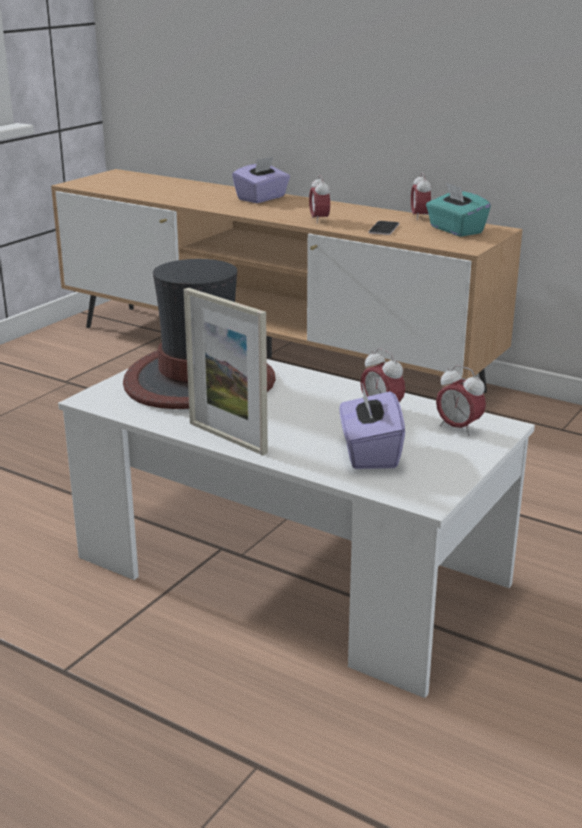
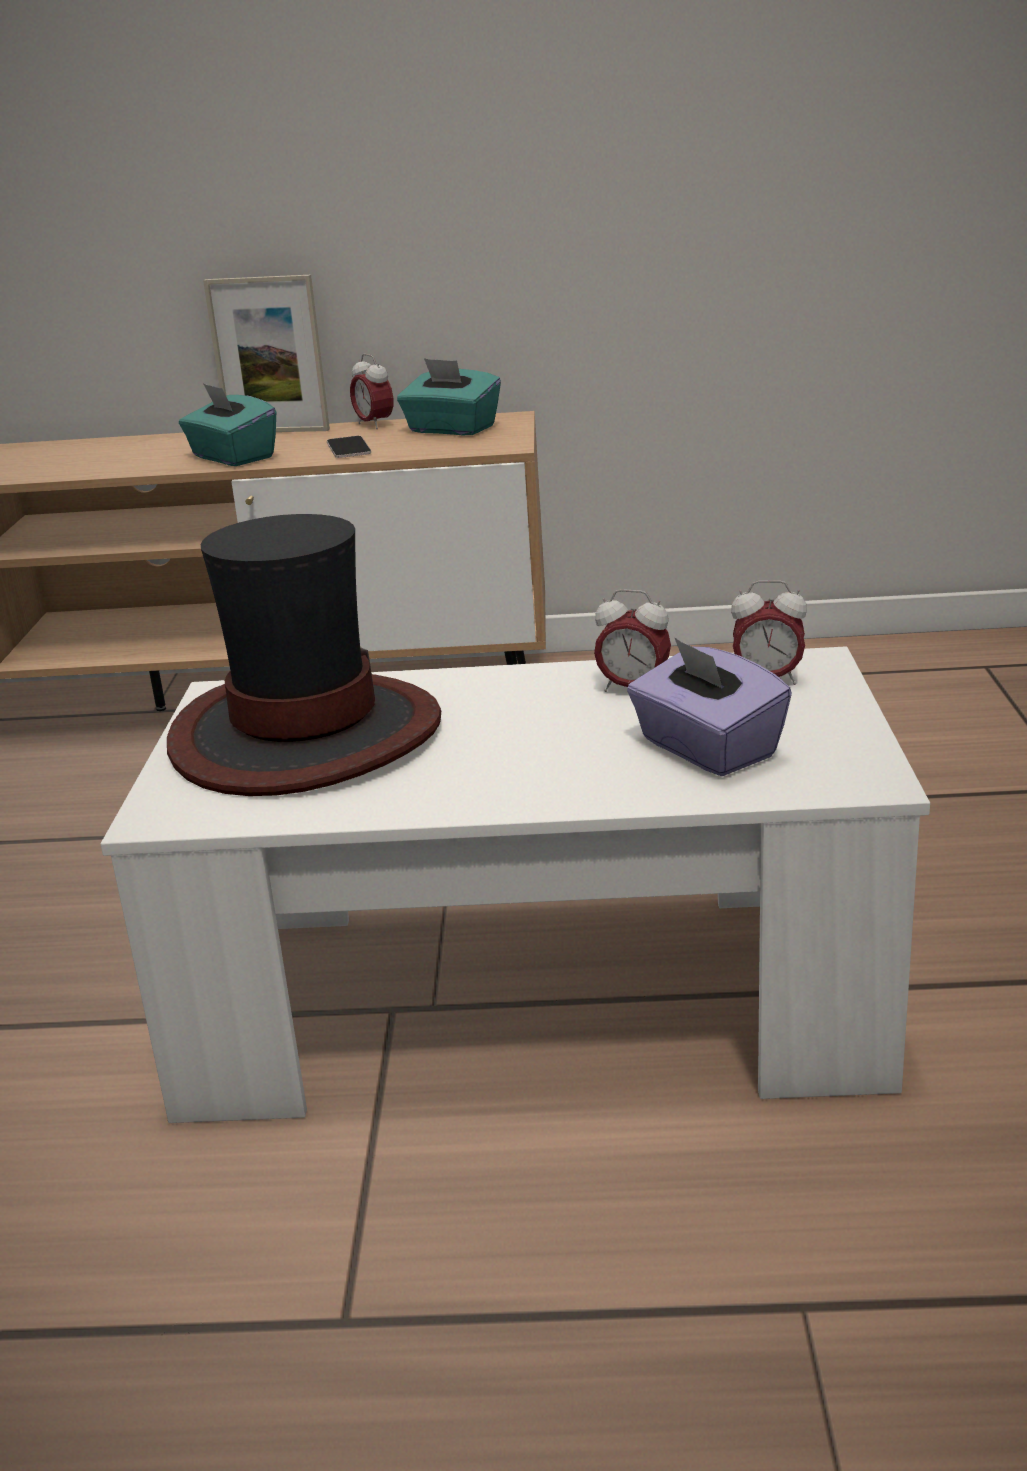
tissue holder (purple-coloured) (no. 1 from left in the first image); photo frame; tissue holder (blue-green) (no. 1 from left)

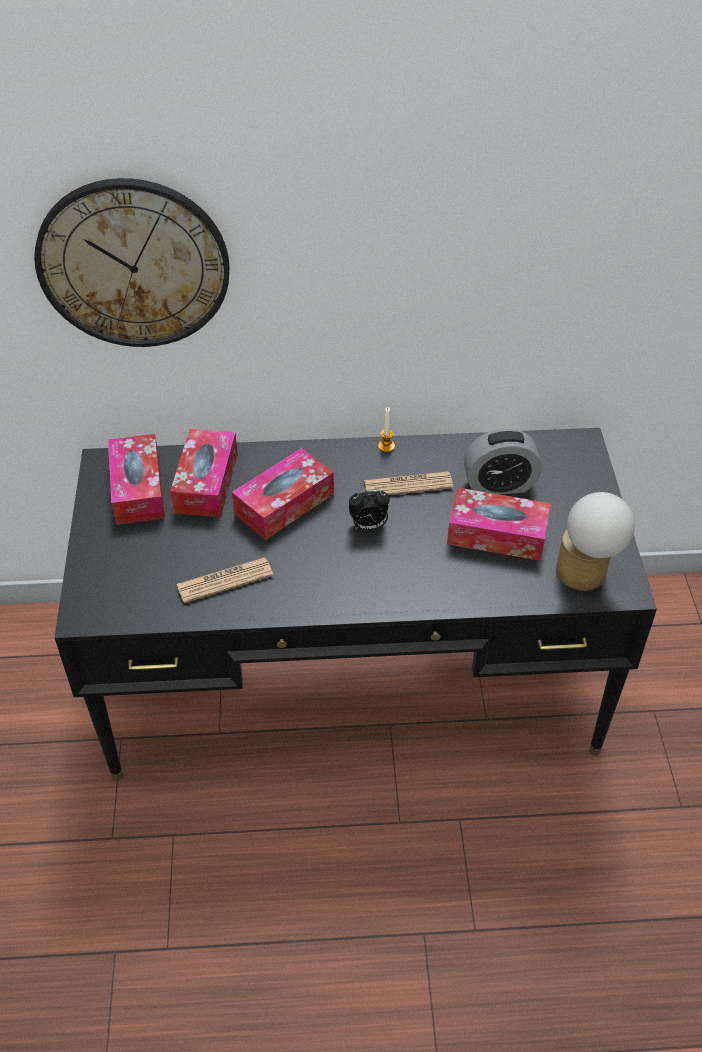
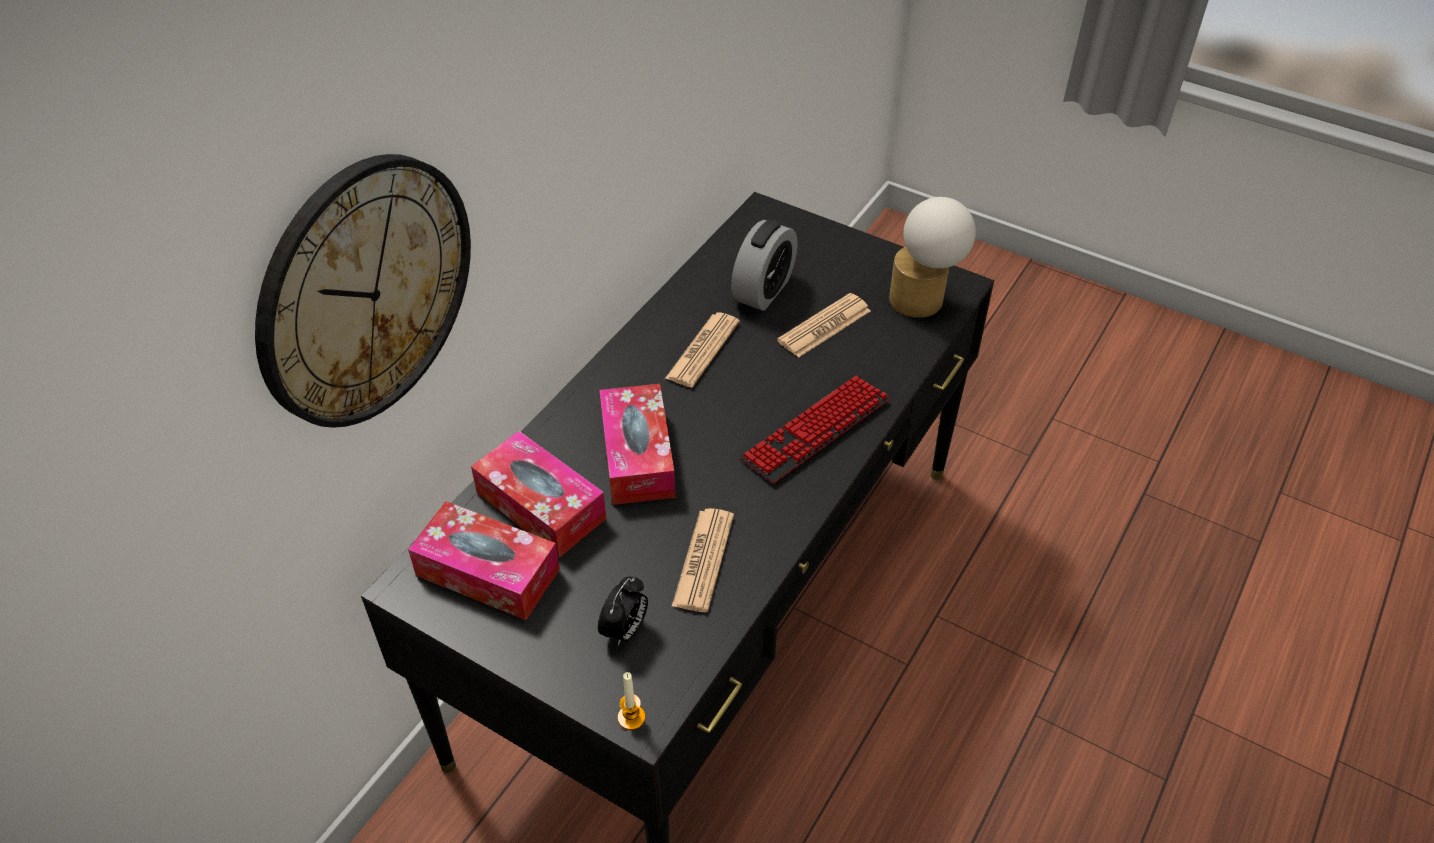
PC keyboard; alarm clock (no. 1 from left); wax candle; newspaper (no. 3 from left)

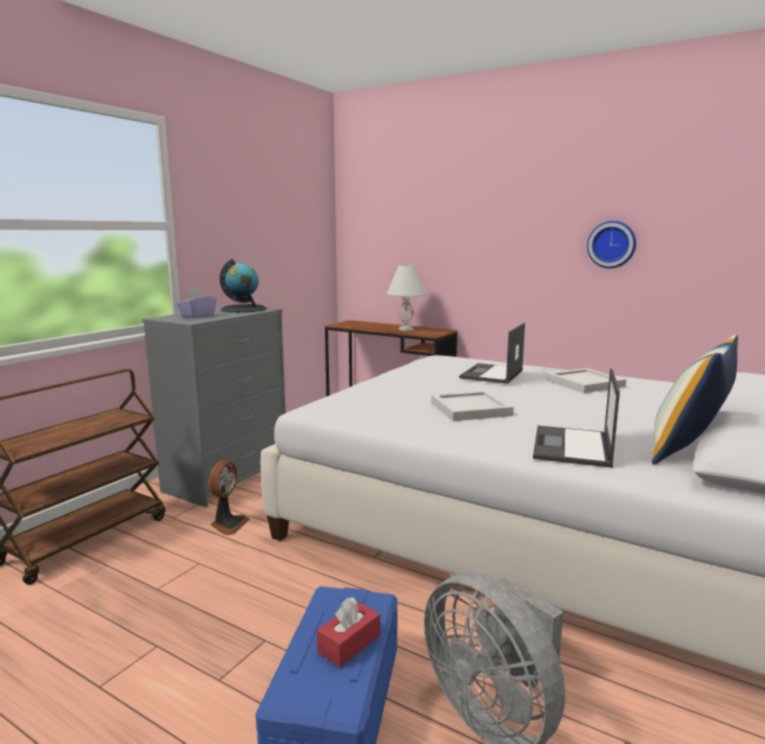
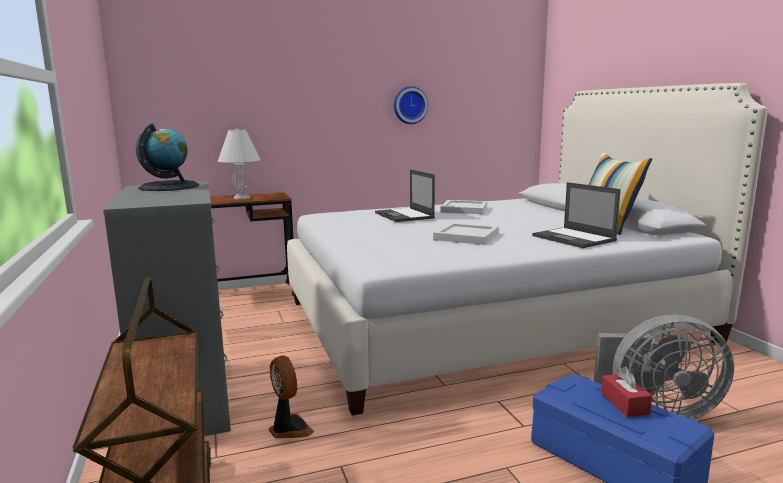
tissue holder (purple-coloured)

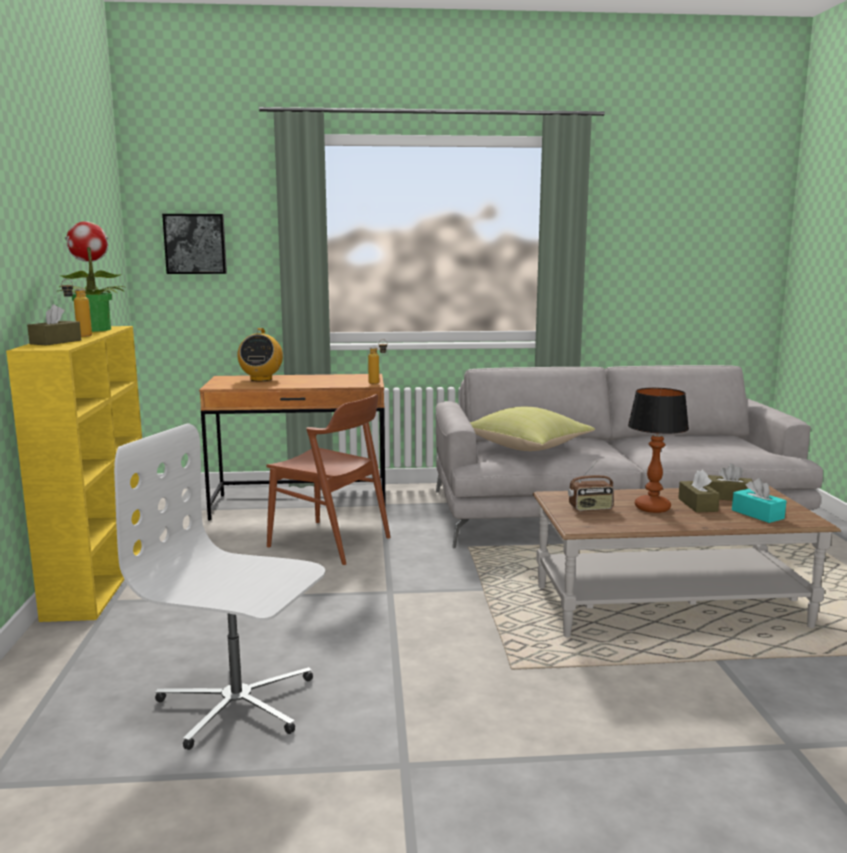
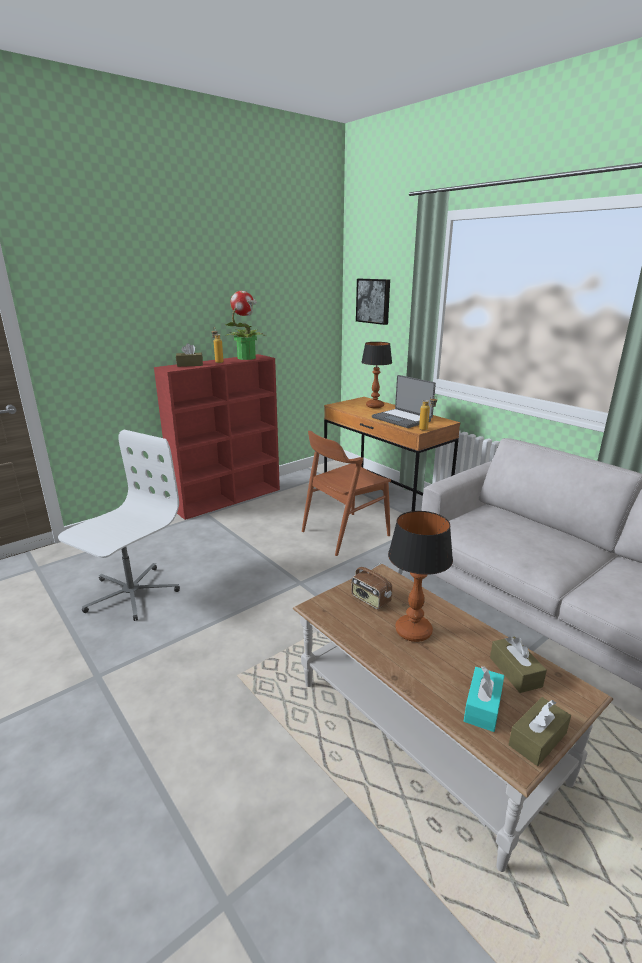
pillow (yellowish); laptop; tissue holder (brown-coloured) (no. 3 from left); table lamp (no. 1 from left); shelving unit (reddish); desk chair (white-coloured); upright chair (brown-coloured)

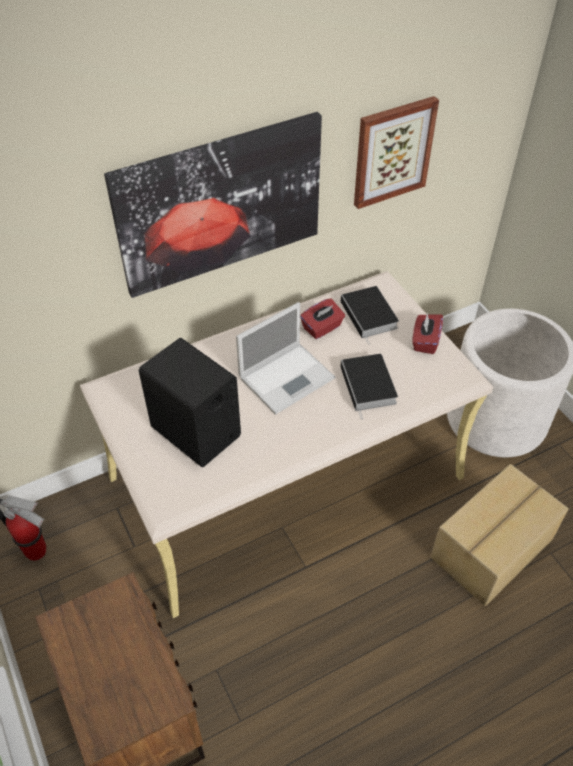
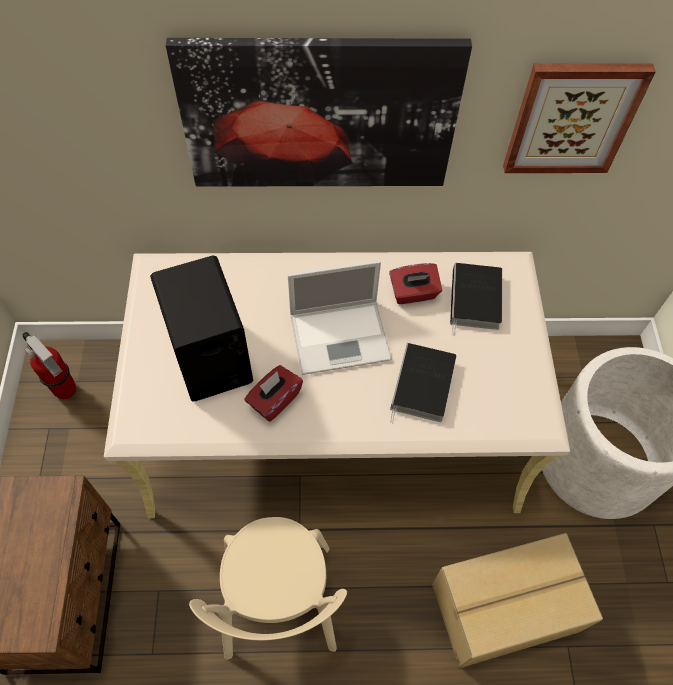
upright chair (beige-coloured); tissue holder (reddish) (no. 1 from left)

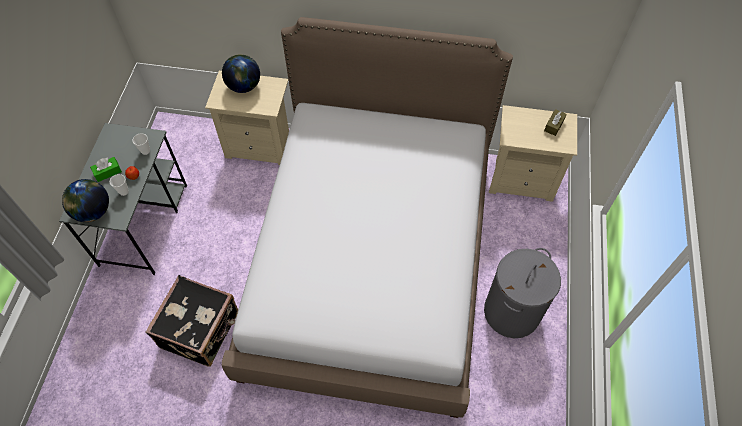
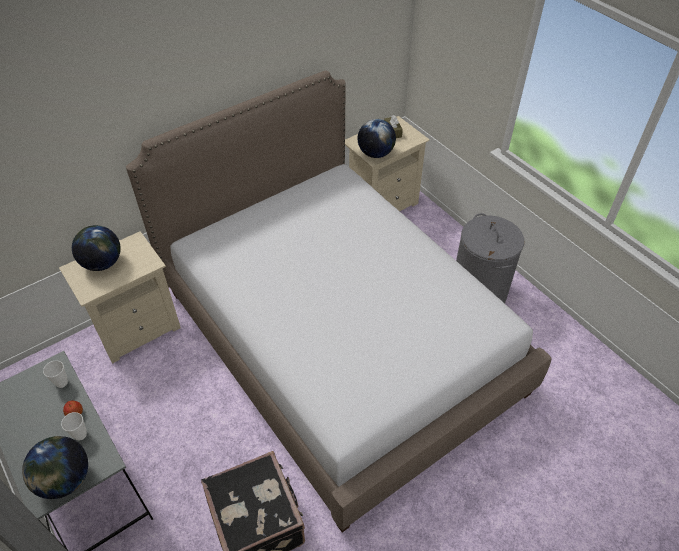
tissue holder (green); world globe (no. 3 from left)

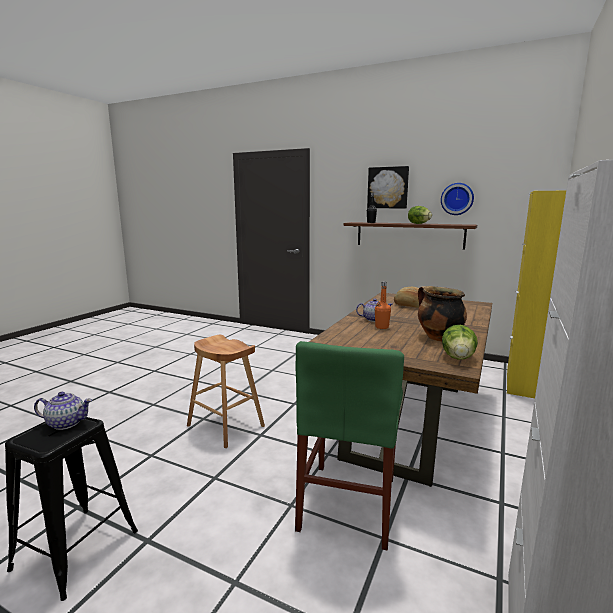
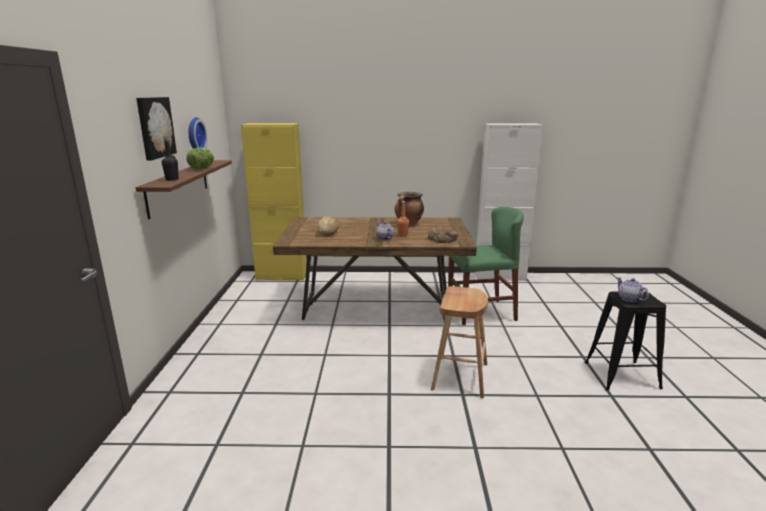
head of lettuce (no. 2 from left in the first image); baked bread (no. 2 from left)

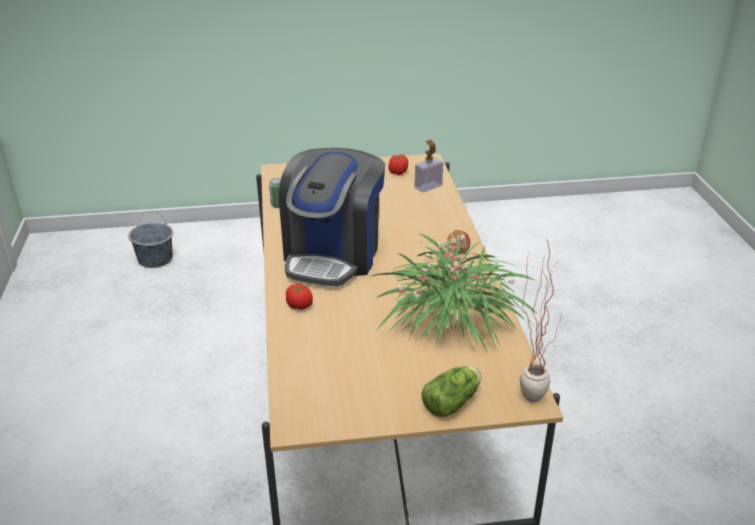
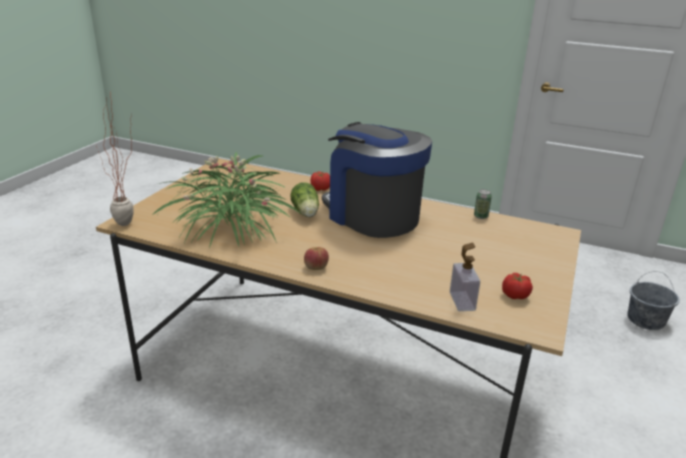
head of lettuce

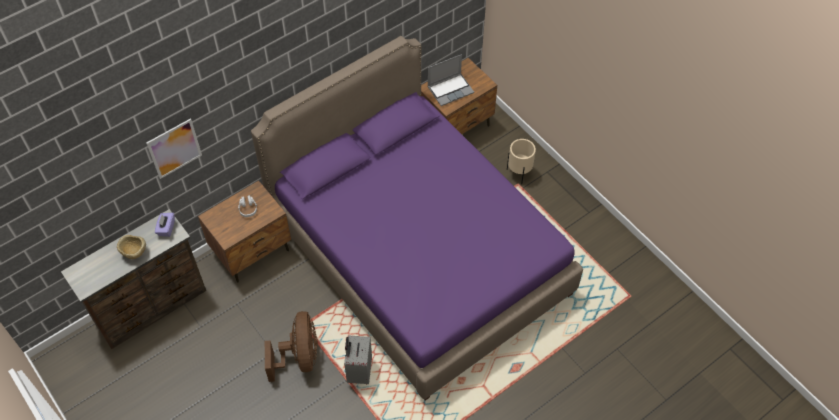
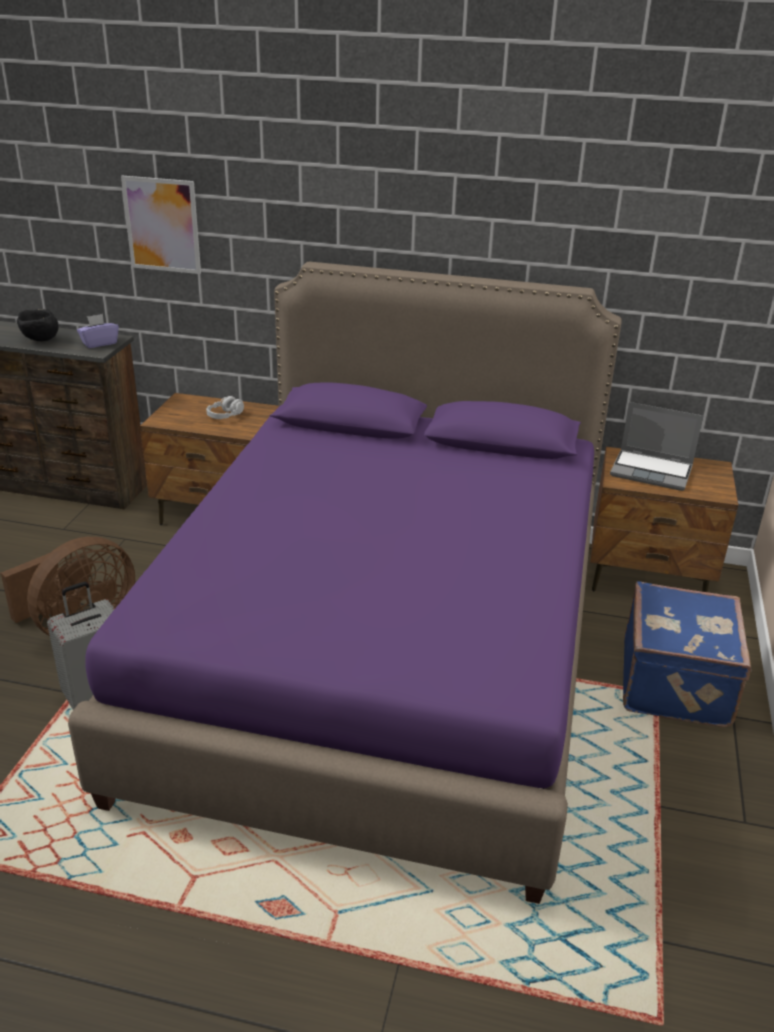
travel case (bluish); serving bowl (black-coloured)

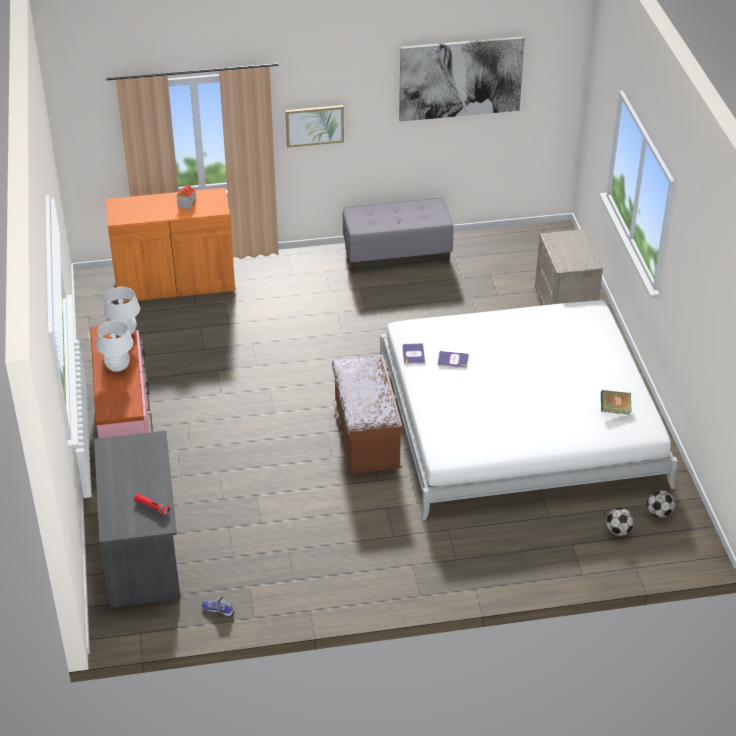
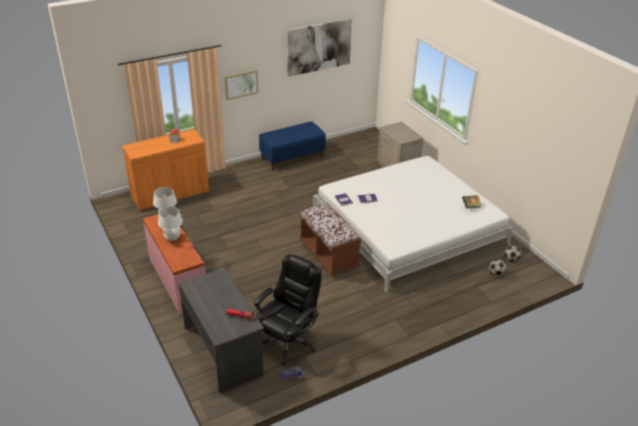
desk chair (black-coloured); long seat (bluish)

